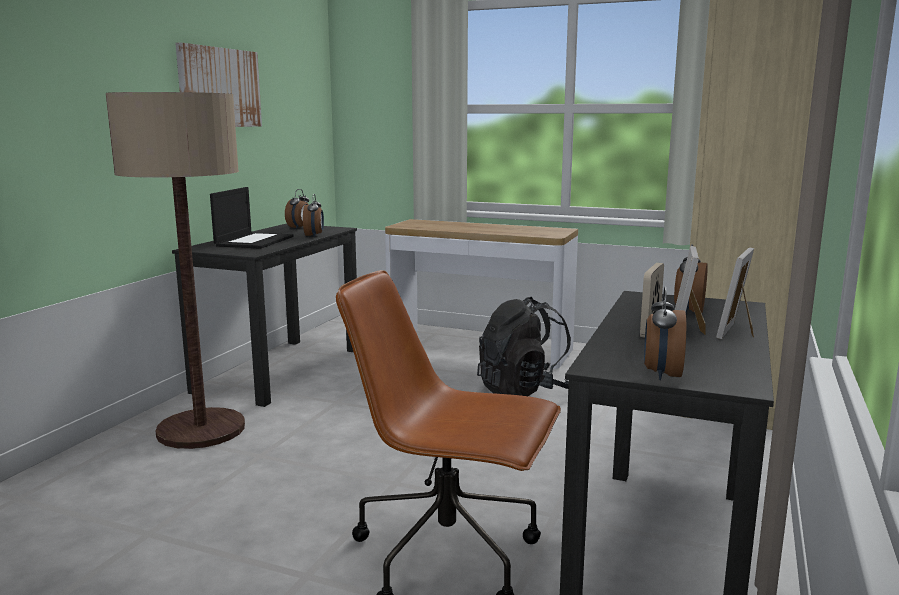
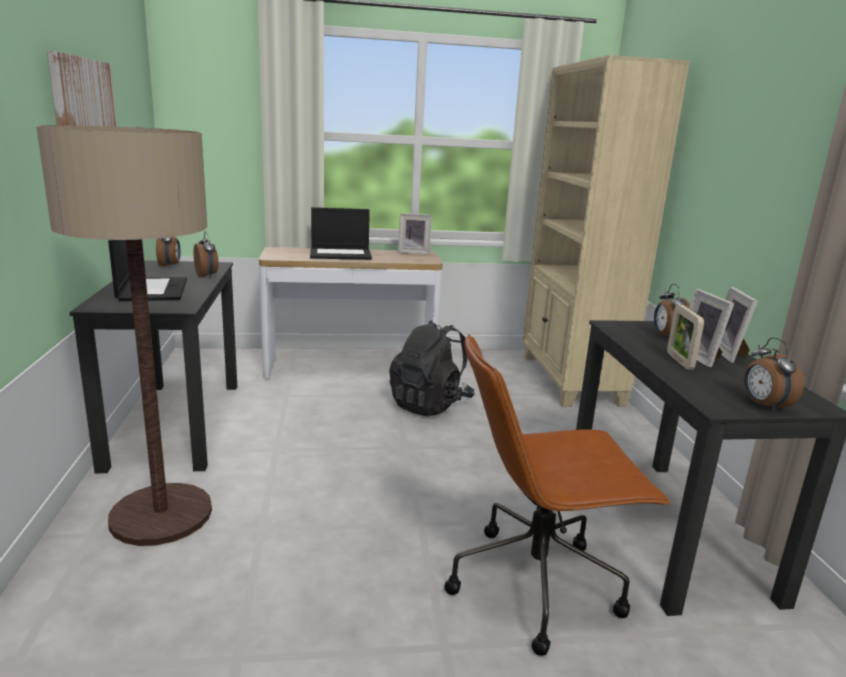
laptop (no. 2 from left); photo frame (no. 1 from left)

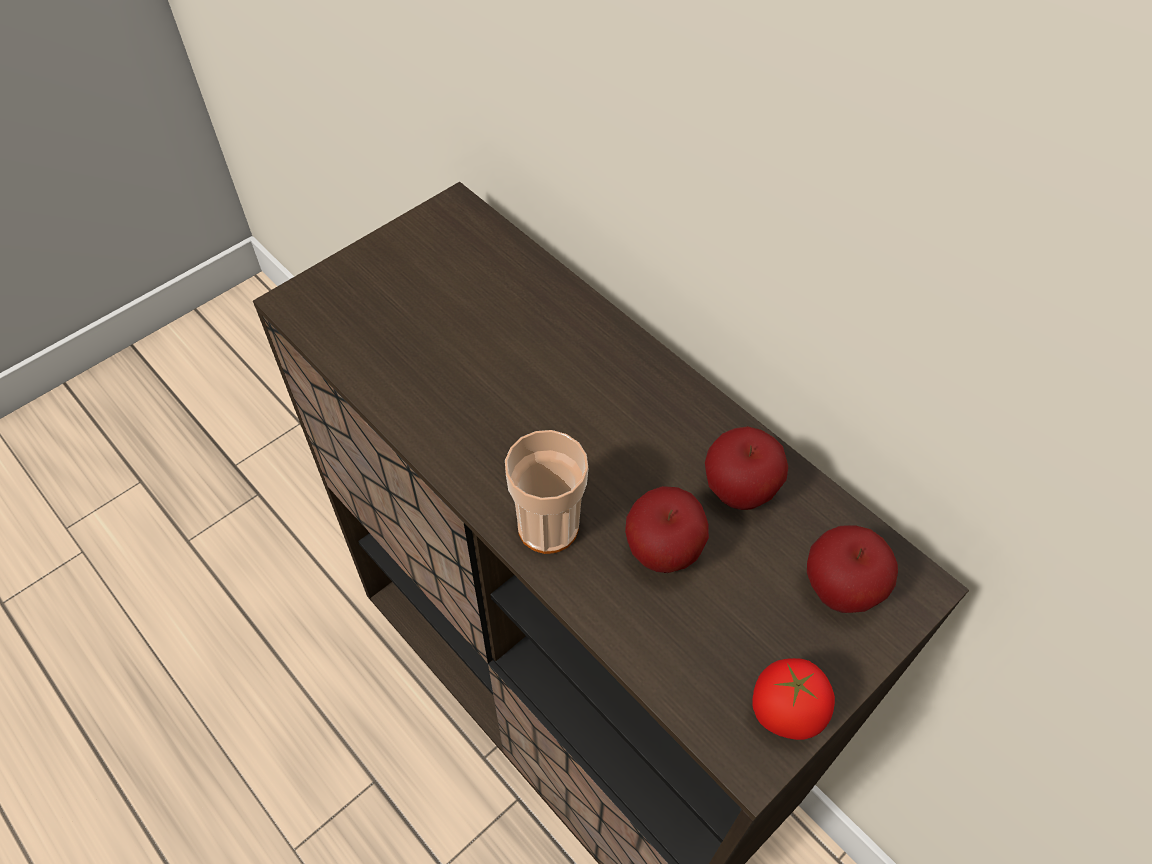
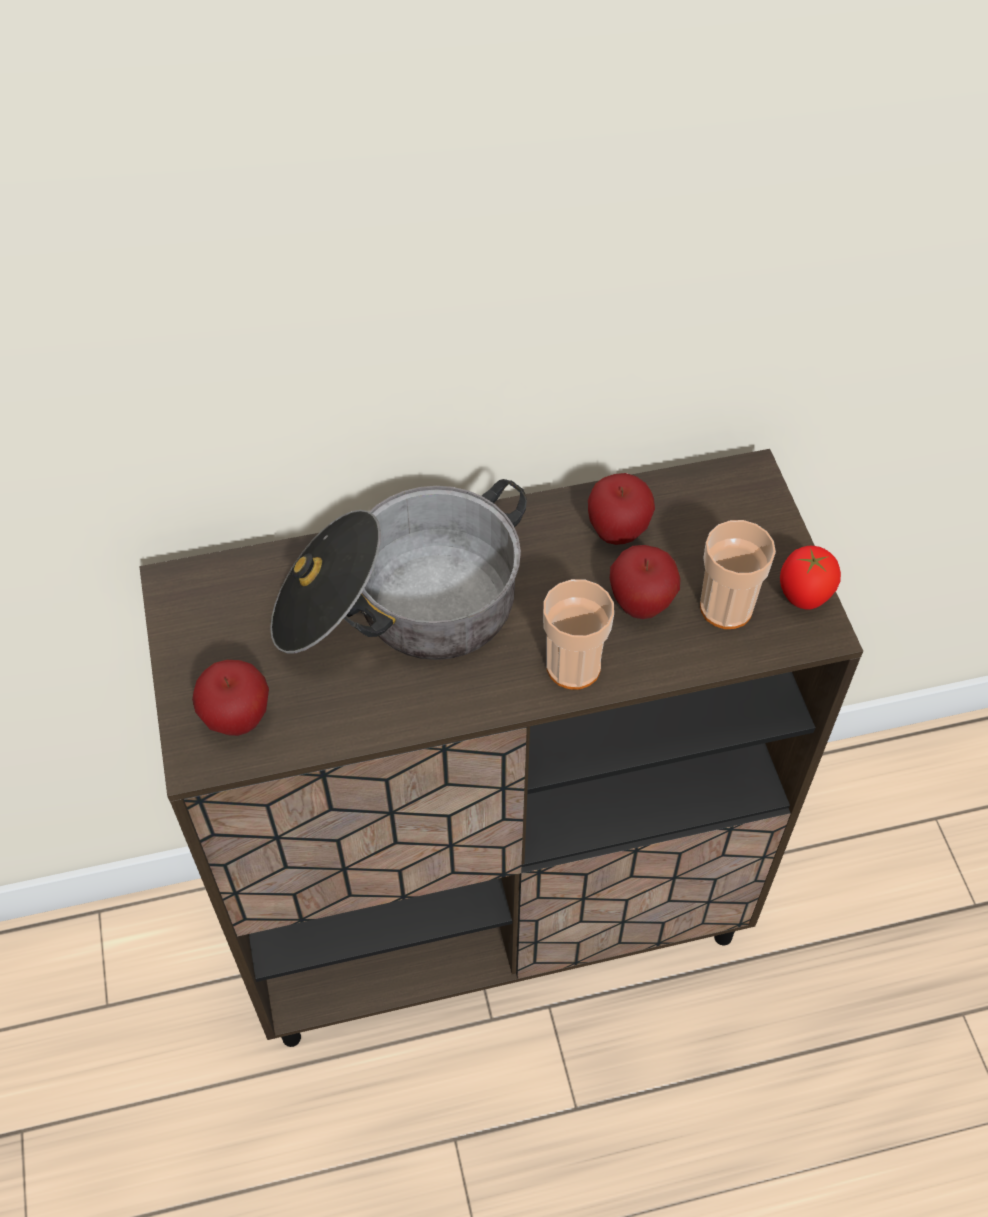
cooking pot; small cup (no. 2 from left); apple (no. 1 from left)

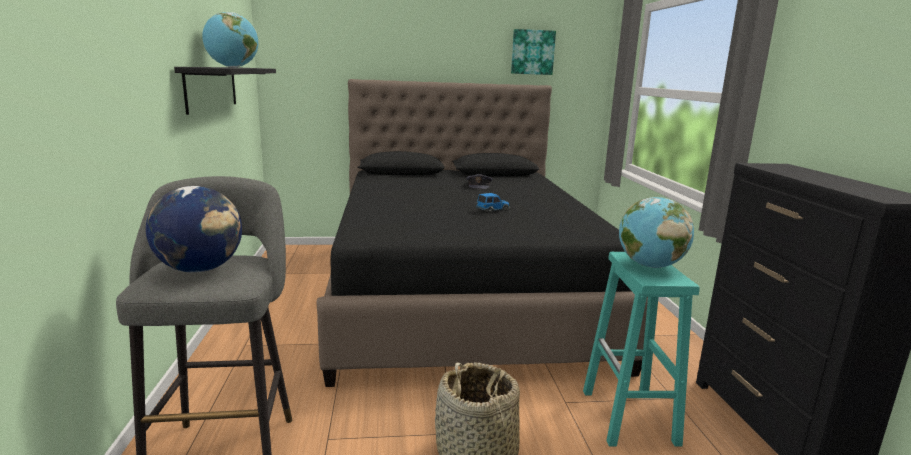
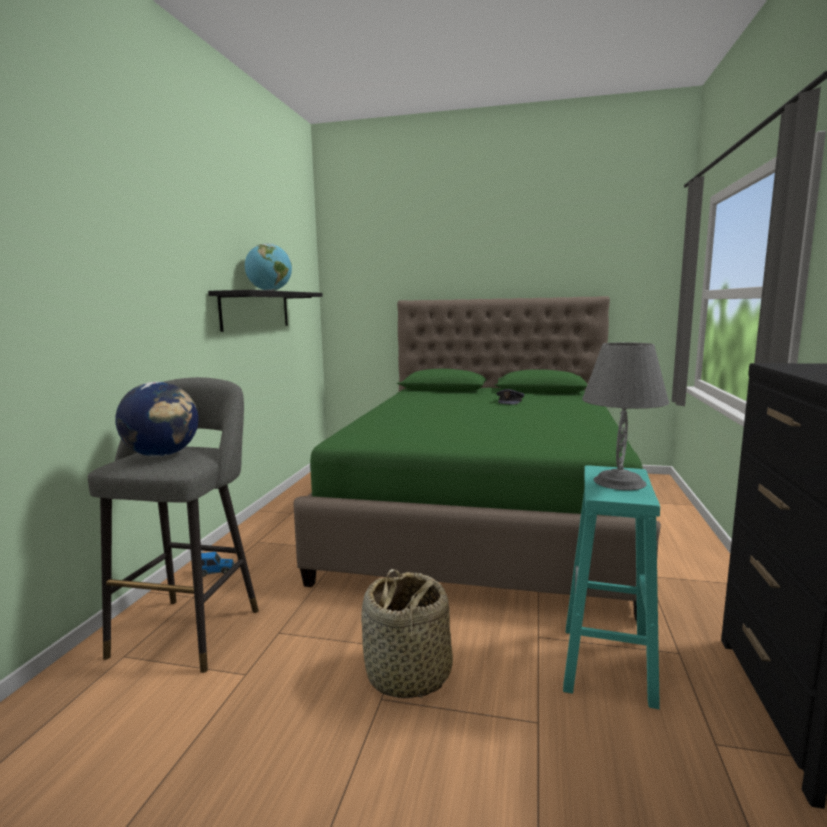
wall art; miniature car; table lamp (greyish); bed (green)

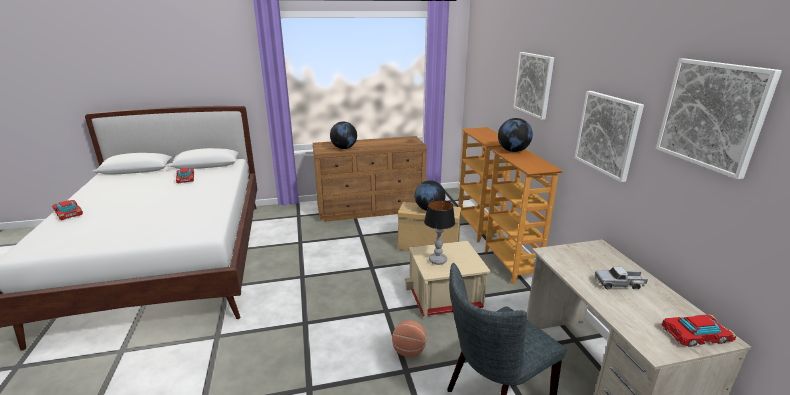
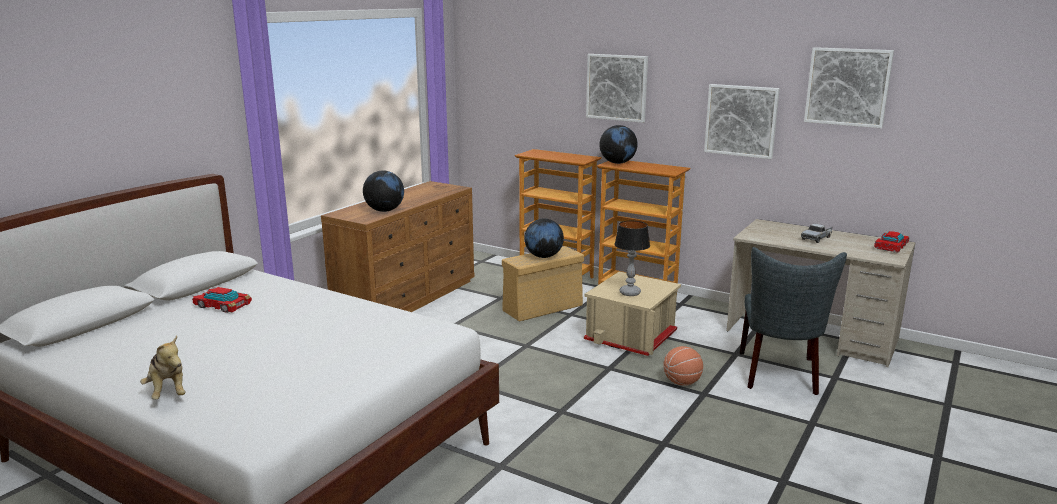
cuddly toy

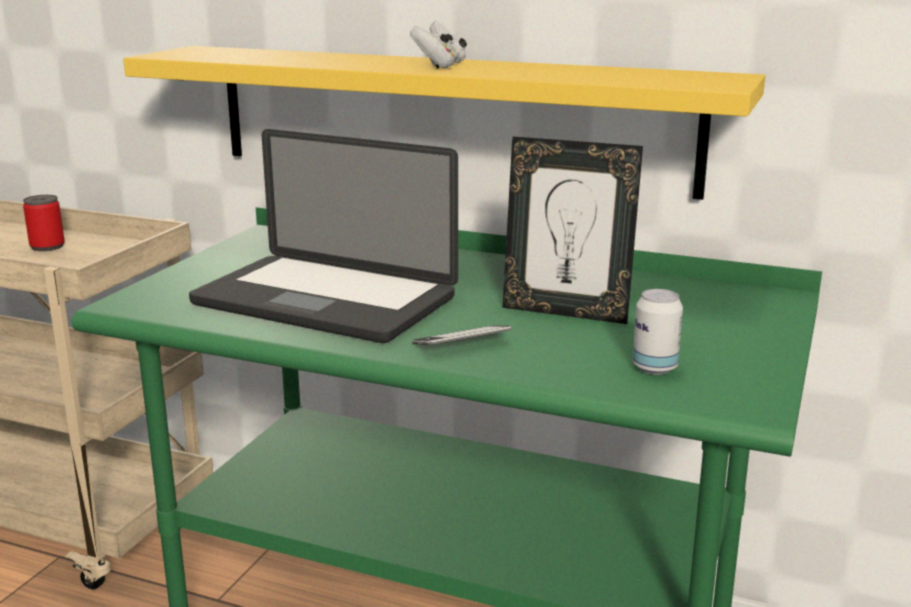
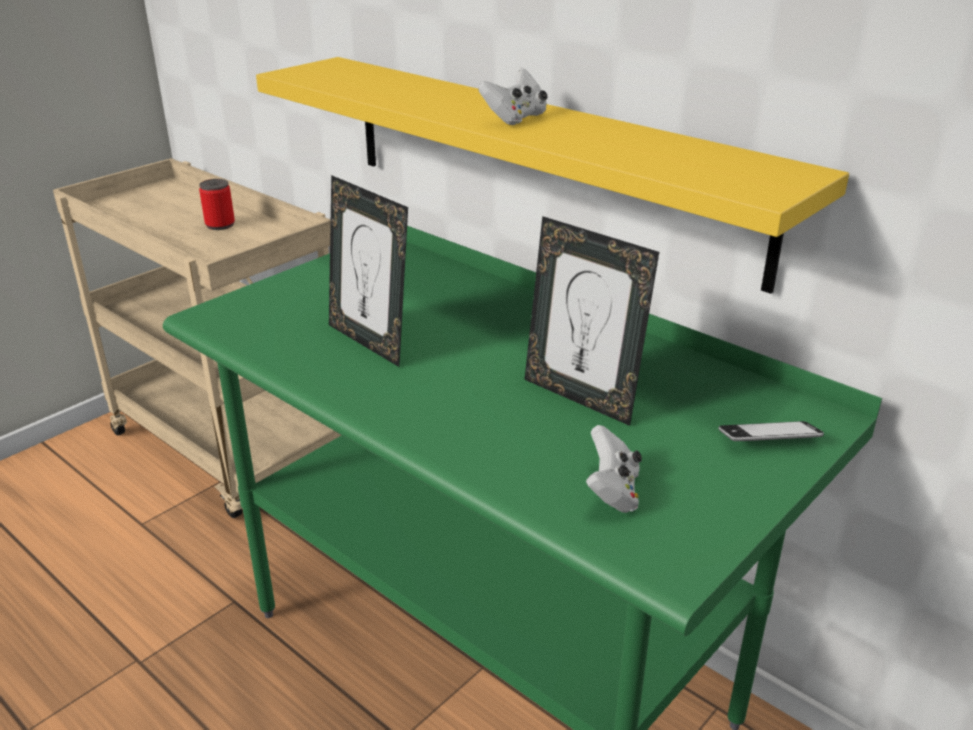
phone; photo frame (no. 1 from left); gamepad (white-coloured) (no. 2 from left)

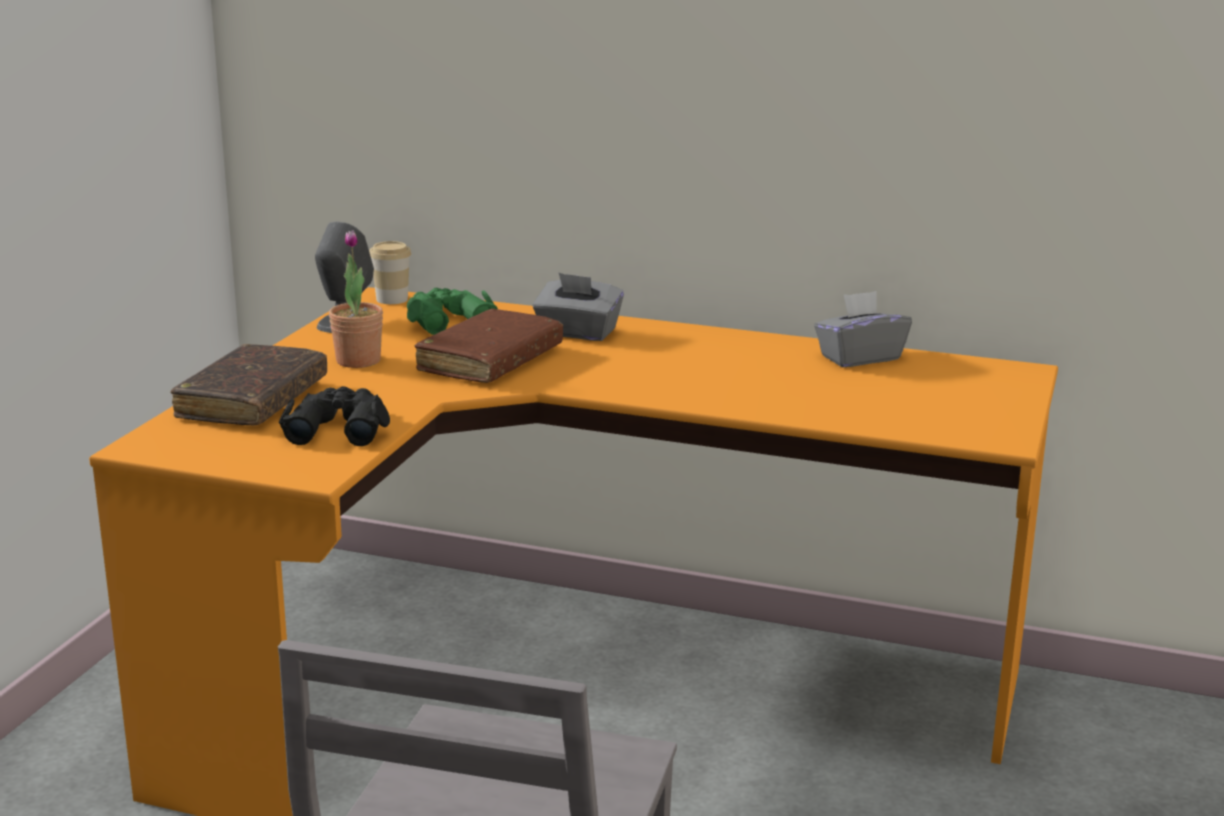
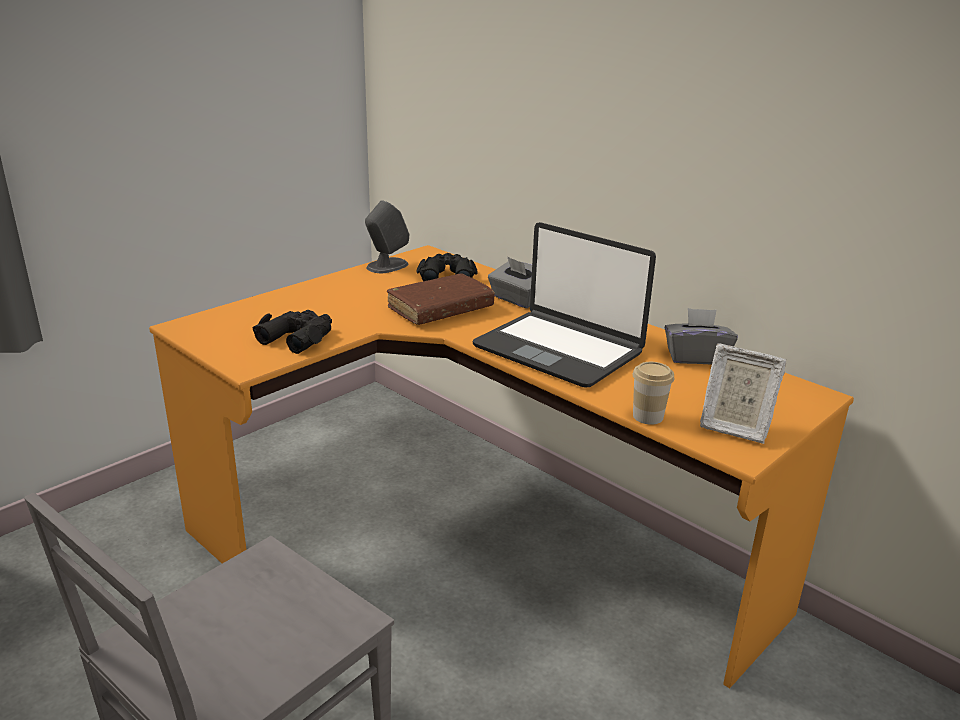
volume (brown-coloured) (no. 1 from left in the first image); potted plant; laptop; photo frame; small cup; field glasses (black-coloured) (no. 2 from left)

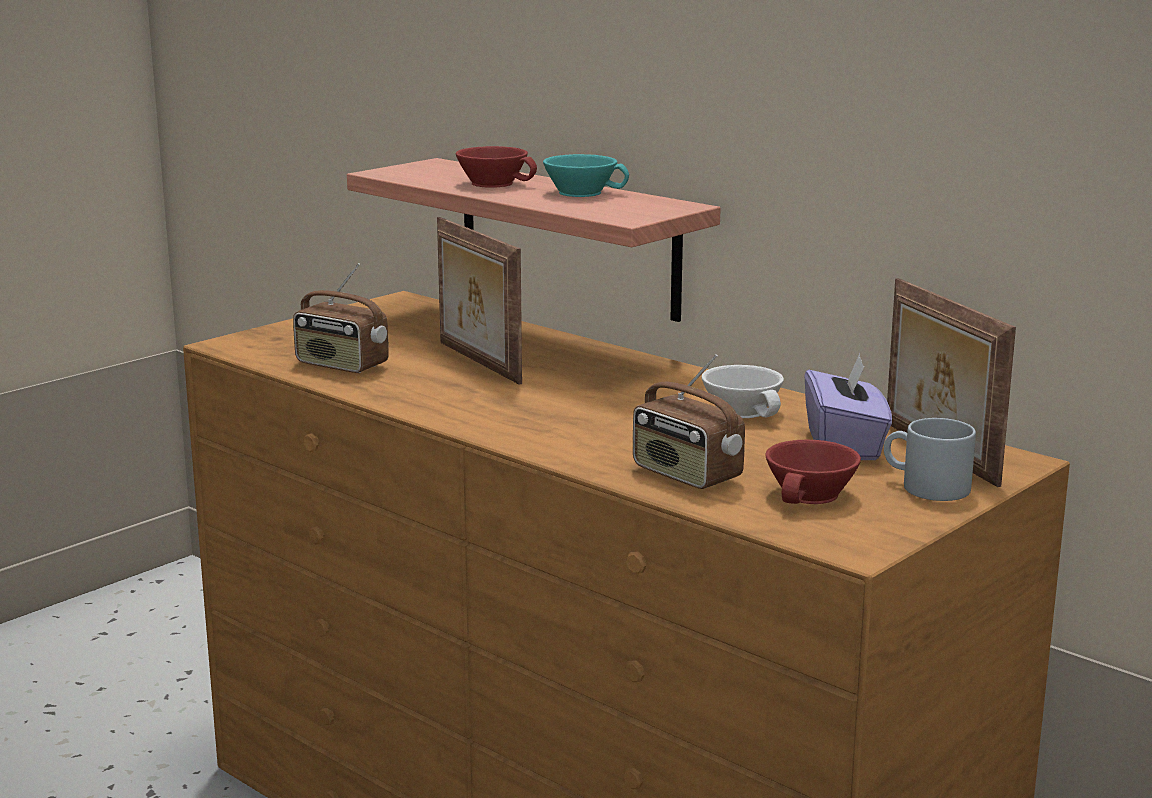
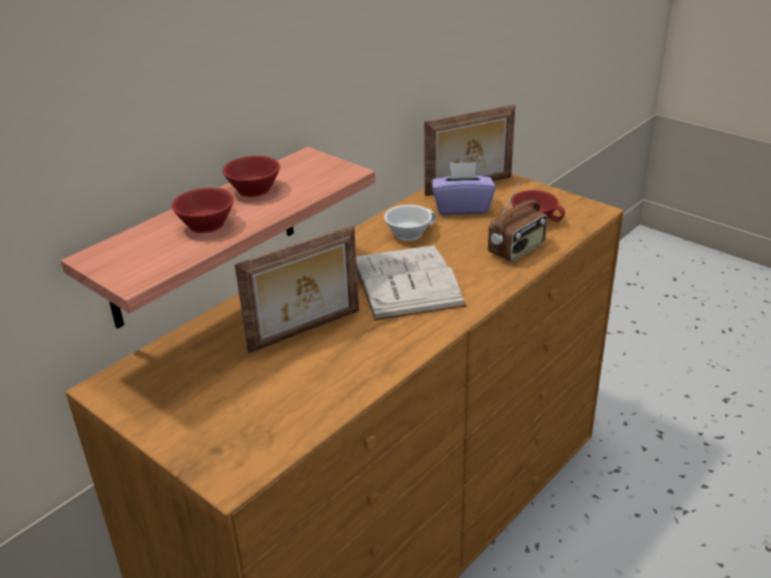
radio receiver (no. 1 from left in the first image); coffee mug (greyish); volume (white-coloured); small cup (reddish) (no. 2 from left)

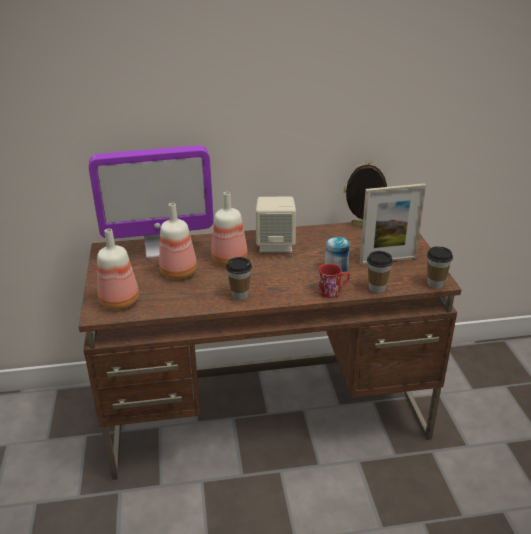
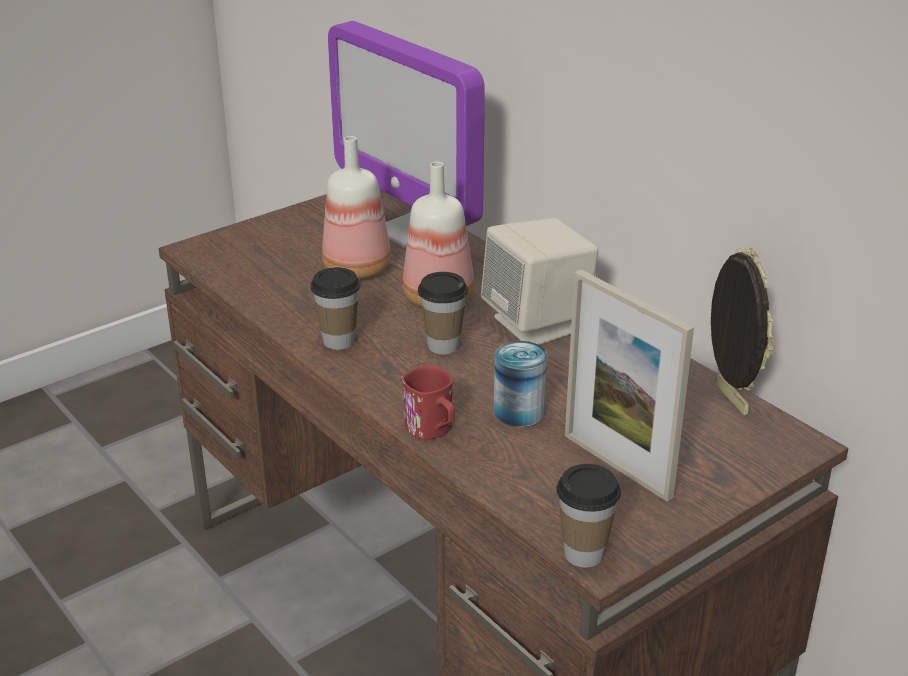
beverage bottle (no. 1 from left in the first image); small cup (no. 2 from left)

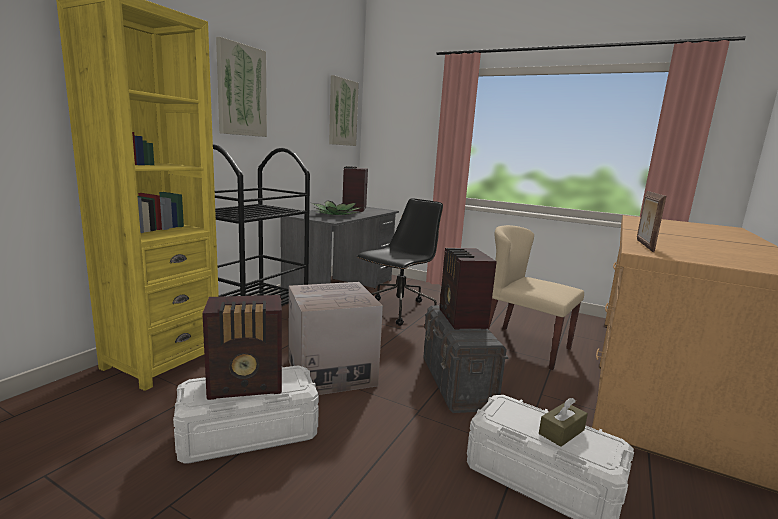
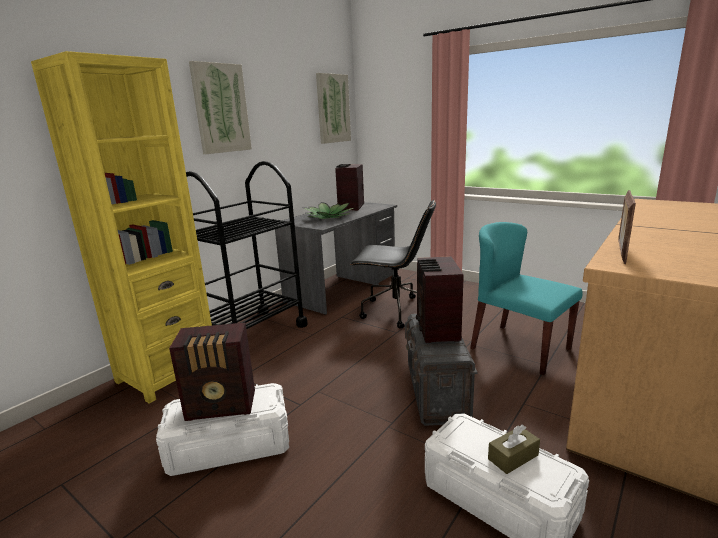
packing box; upright chair (blue-green); desk chair (black-coloured)

